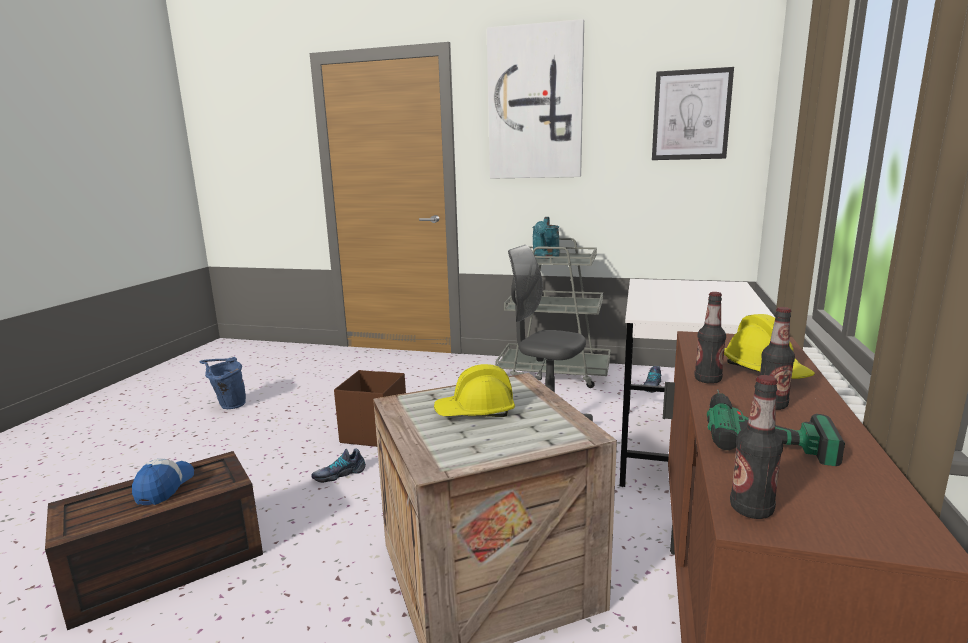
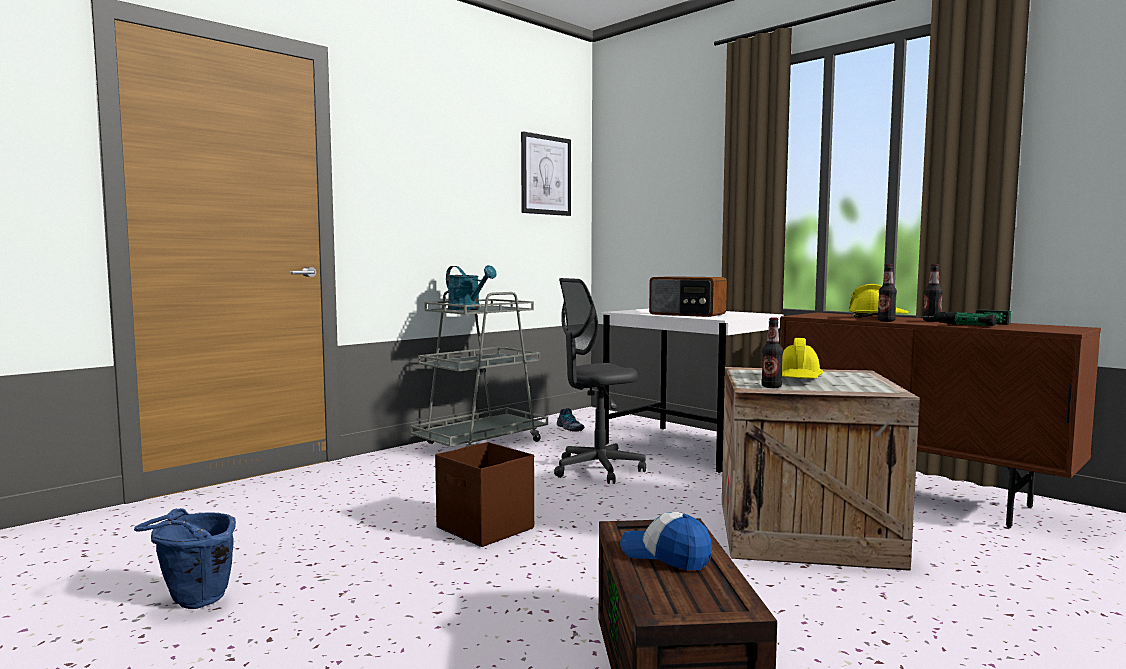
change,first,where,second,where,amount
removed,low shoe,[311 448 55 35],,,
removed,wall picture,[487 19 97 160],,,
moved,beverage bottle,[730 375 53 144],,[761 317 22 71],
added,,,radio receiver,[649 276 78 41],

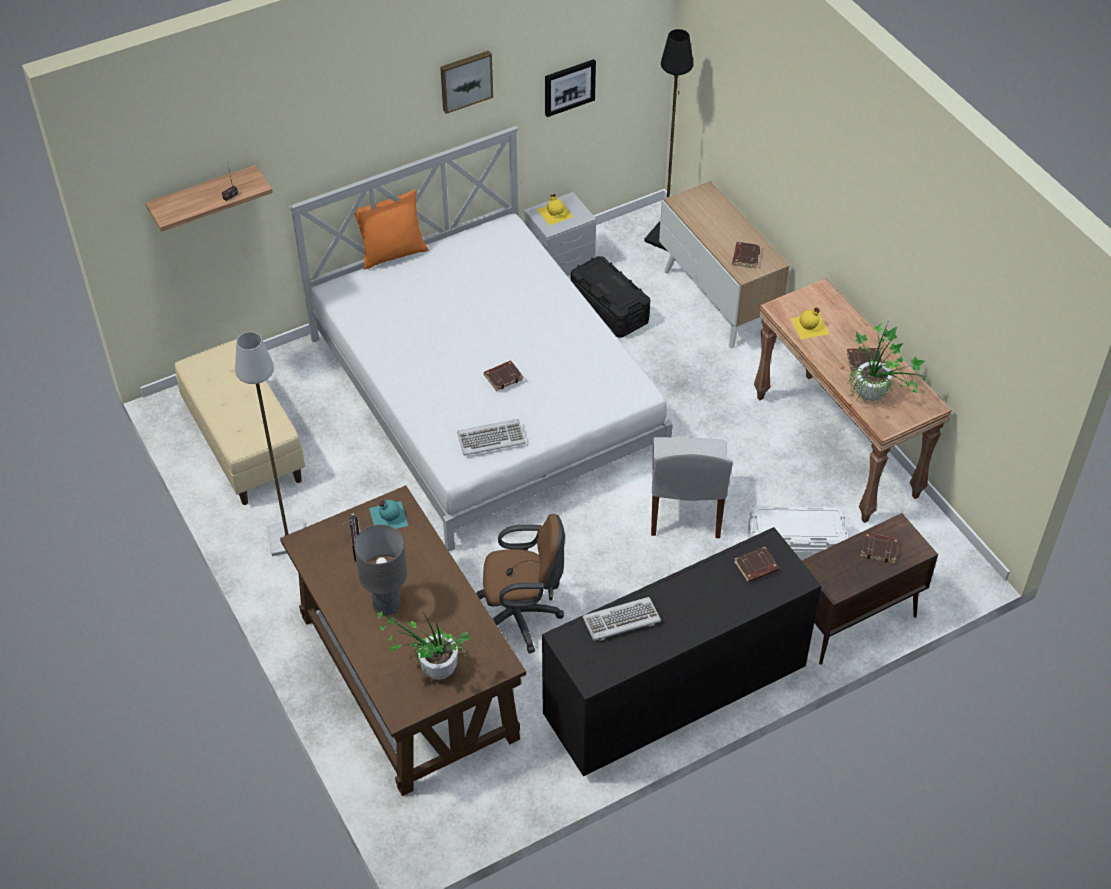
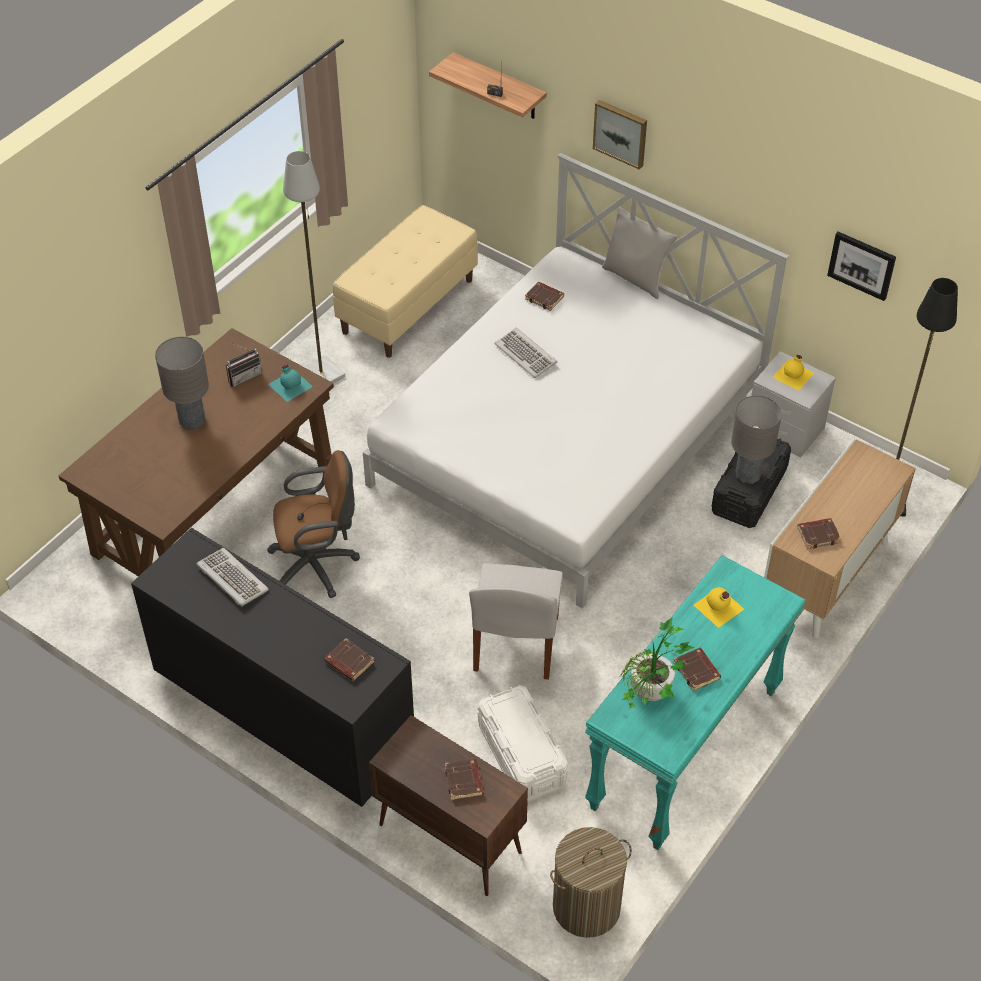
change,first,where,second,where,amount
recoloured,throw pillow/orangey,[354 189 75 80],throw pillow/grey,[602 206 76 93],
removed,potted plant,[370 607 101 73],,,
moved,wall picture,[440 51 53 63],,[593 100 54 70],
moved,keyboard,[457 419 69 36],,[495 328 62 50],
turned,desk chair/brown-coloured,[476 514 89 140],,[267 450 93 148],75 degrees counterclockwise
moved,book/brown-coloured,[484 361 39 30],,[525 282 39 29],
turned,plain chair/whitish,[651 437 82 101],,[469 563 94 117],60 degrees counterclockwise
recoloured,hall table/brown-coloured,[754 278 198 245],hall table/turquoise,[585 555 221 295],
added,,,laundry basket,[550 827 82 111],
added,,,table lamp/grey,[731 396 51 88],

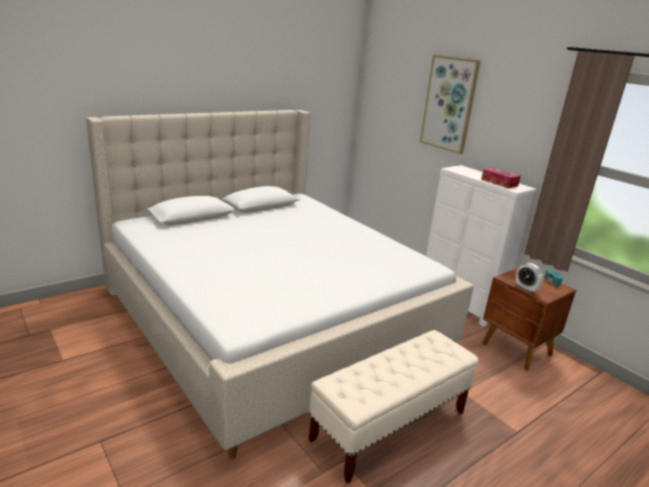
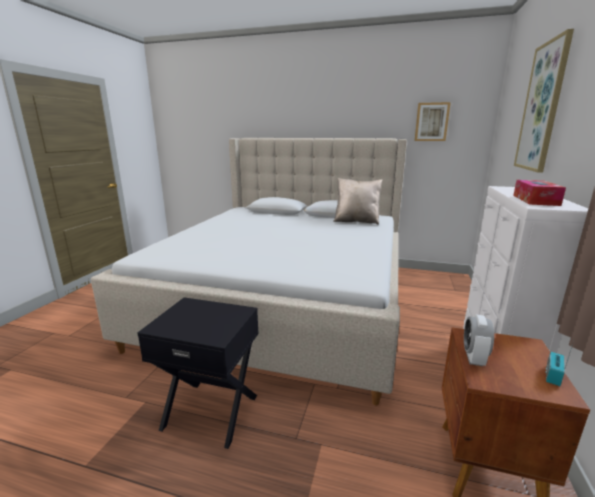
change,first,where,second,where,amount
replaced,long seat/beige,[309 330 170 153],night table/blackish,[138 297 121 152],
added,,,throw pillow/beige,[333 178 49 47],
added,,,wall picture,[414 102 37 39],

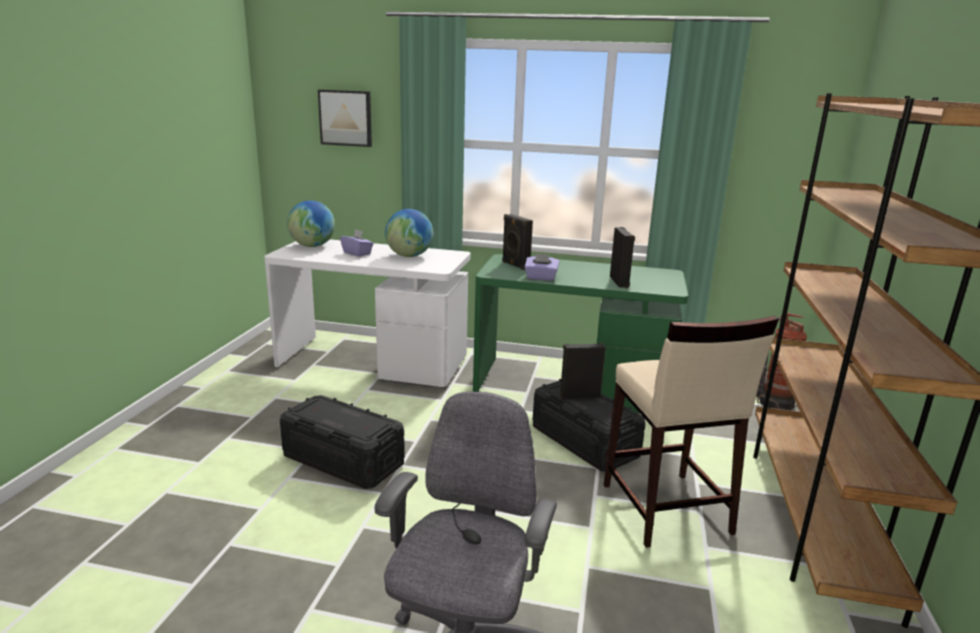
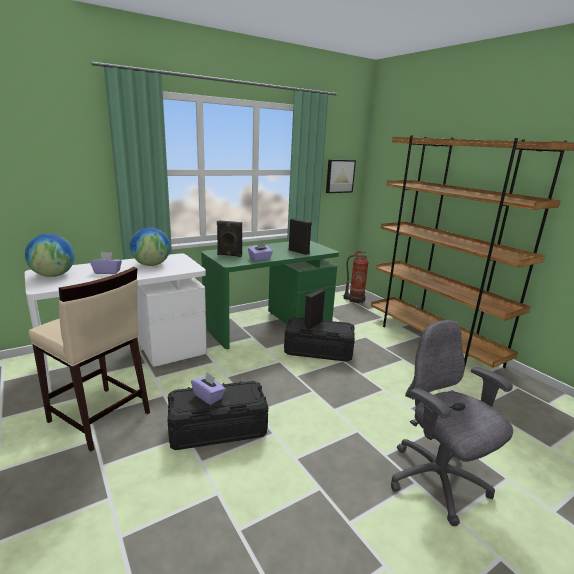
change,first,where,second,where,amount
moved,wall picture,[318 90 54 57],,[326 160 30 33],
moved,stool seat/beige,[604 315 175 233],,[29 267 121 184],
added,,,box of tissues/purple-coloured,[191 373 34 32],

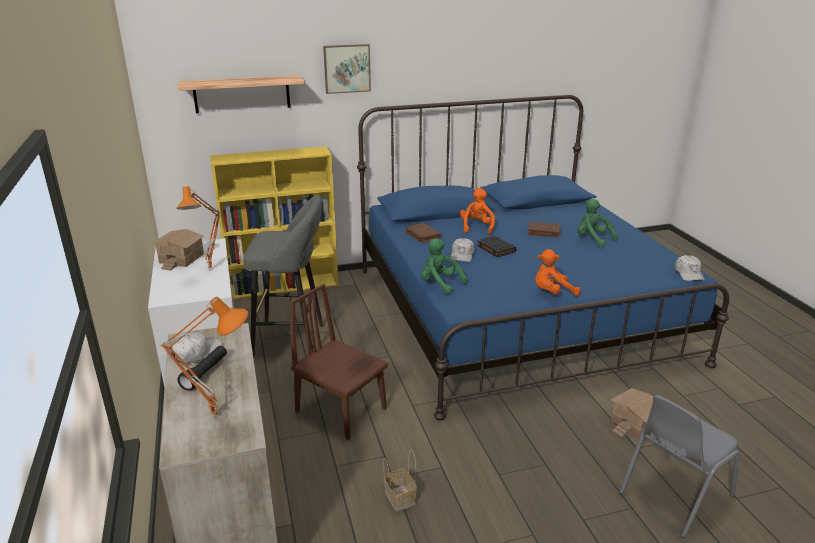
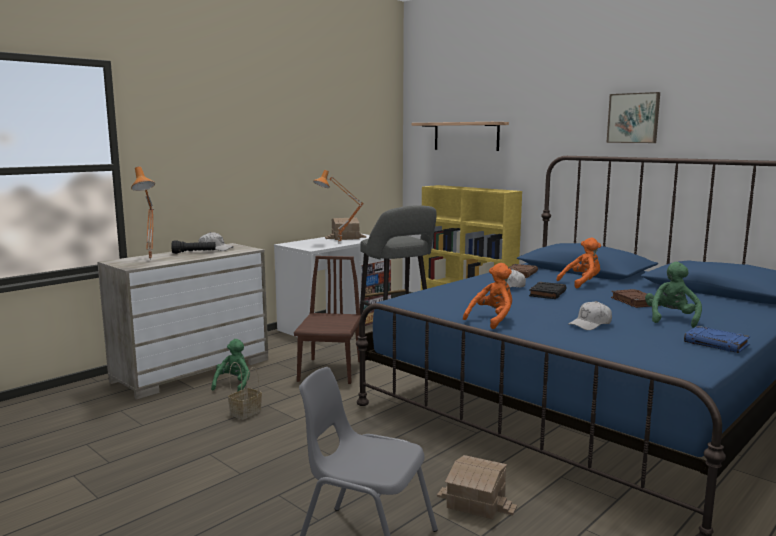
change,first,where,second,where,amount
moved,wall picture,[323 44 48 50],,[607 92 53 51],
moved,plush toy/greenish,[421 238 46 56],,[211 339 39 53],
turned,plush toy/orangey,[535 249 45 47],,[463 263 49 66],90 degrees clockwise
moved,baseball cap/whitish,[675 255 30 26],,[568 301 44 29],
added,,,book/blue-coloured,[684 326 66 27],

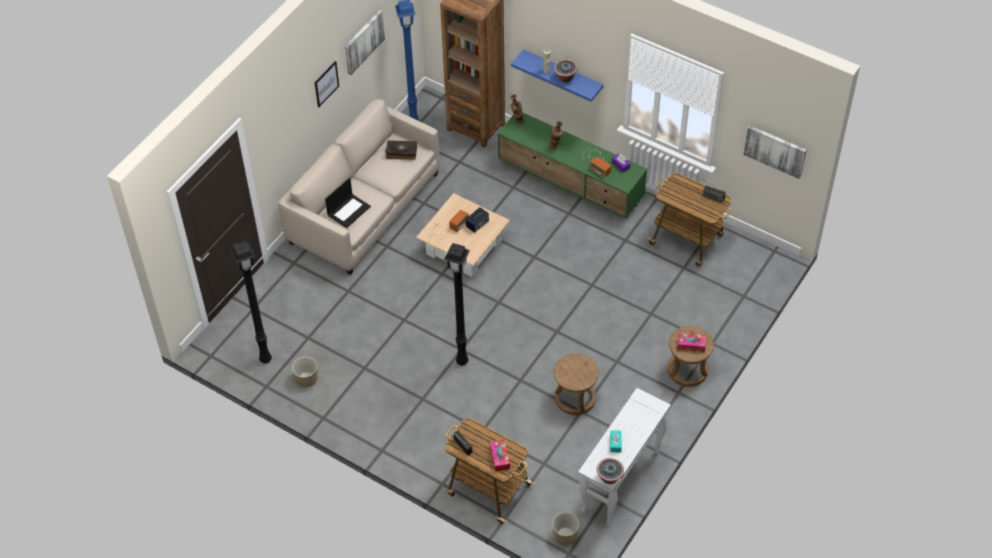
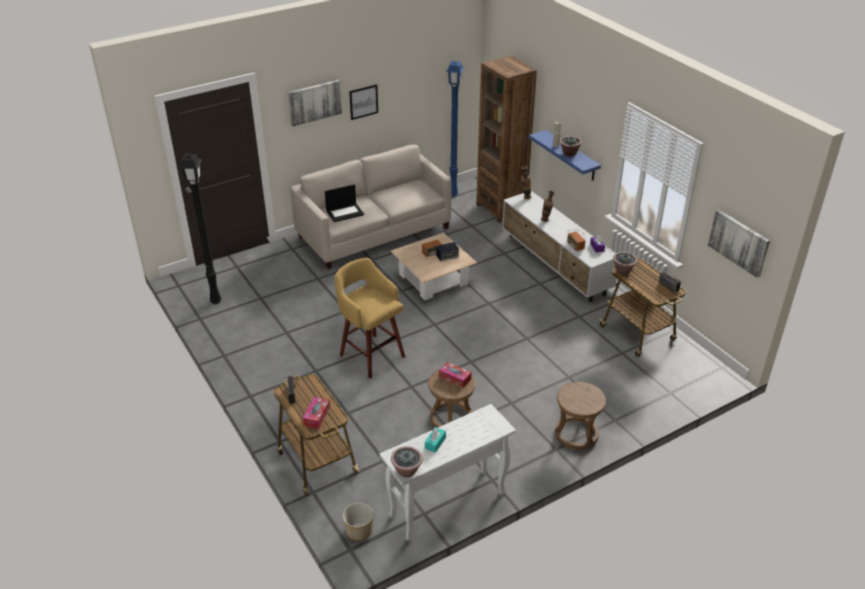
change,first,where,second,where,amount
removed,planter,[292 357 25 30],,,
moved,wall picture,[345 10 40 65],,[288 80 54 46],
removed,book,[386 140 31 20],,,
replaced,floor lamp/blackish,[444 243 26 123],stool seat/yellow,[335 258 70 121],
recoloured,tv unit/greenish,[498 113 149 105],tv unit/whitish,[502 191 115 111],
moved,box of tissues,[678 333 28 19],,[439 362 32 26],
added,,,potted plant,[613 252 24 22],

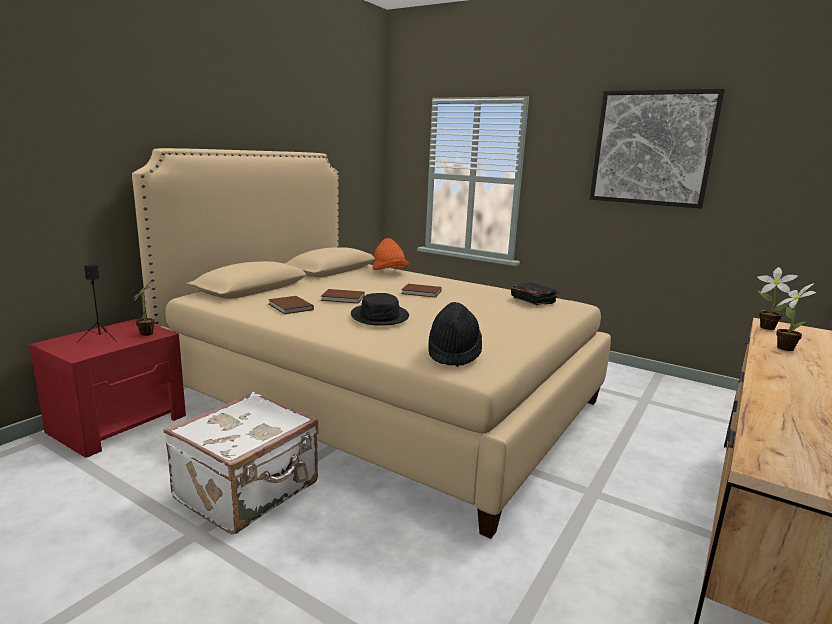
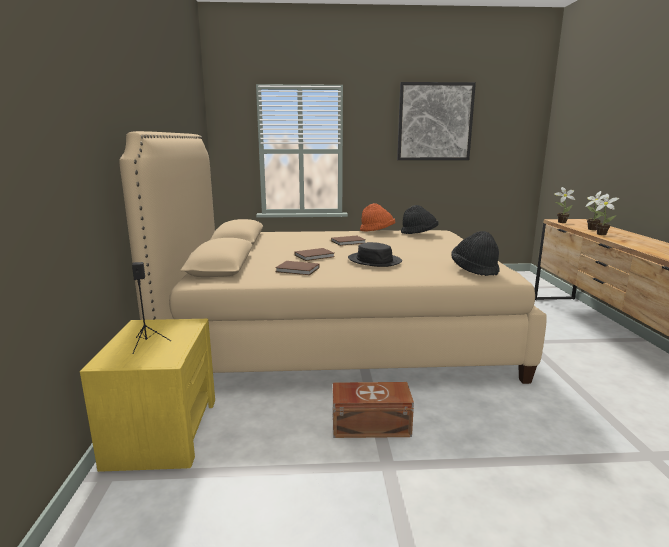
change,first,where,second,where,amount
recoloured,night table/reddish,[29 319 157 139],night table/yellow,[80 319 135 153],
moved,potted plant,[131 280 24 56],,[594 194 25 41],
replaced,piece of luggage/whitish,[163 392 156 143],storage container/brown-coloured,[332 382 82 56],
moved,hat/orangey,[372 238 37 32],,[360 203 35 29],
replaced,book/blackish,[511 282 48 23],hat/blackish,[401 205 37 29],

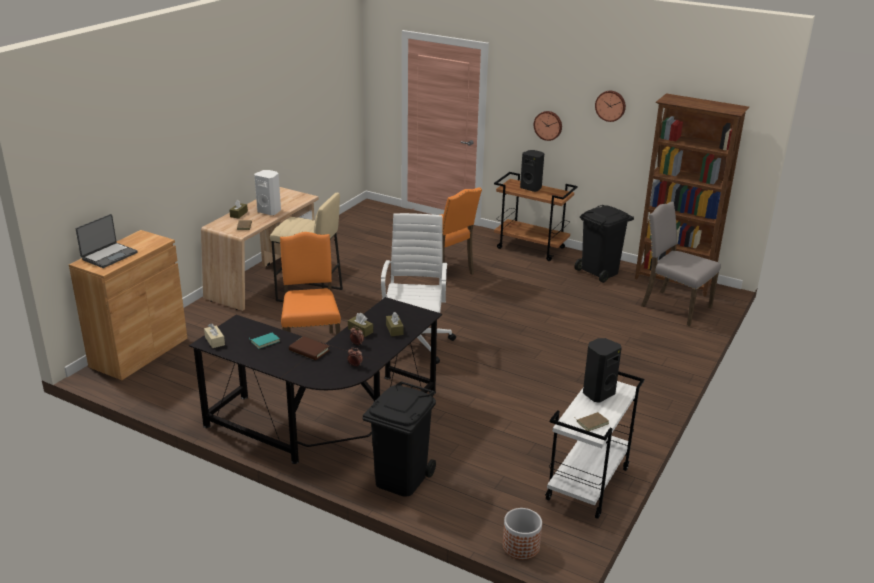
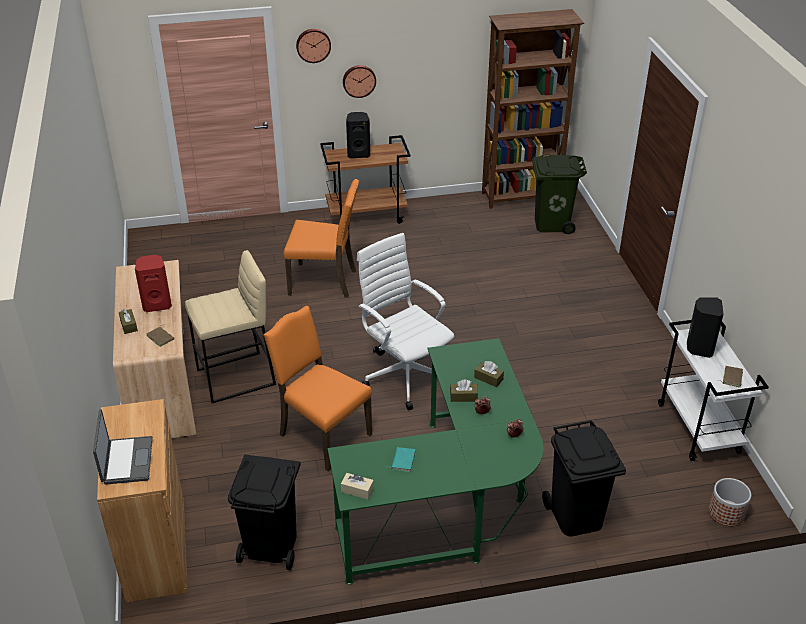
change,first,where,second,where,amount
recoloured,desk unit/blackish,[189 297 253 167],desk unit/greenish,[328 338 216 247],
recoloured,loudspeaker/whitish,[254 170 27 45],loudspeaker/reddish,[135 255 37 57],
removed,book/brown-coloured,[289 336 41 24],,,
moved,waste bin/blackish,[574 205 60 78],,[228 455 72 115],
moved,hanging clock,[595 91 31 31],,[296 29 35 34],
replaced,plain chair/grey,[641 202 80 124],waste bin/greenish,[532 154 55 80],

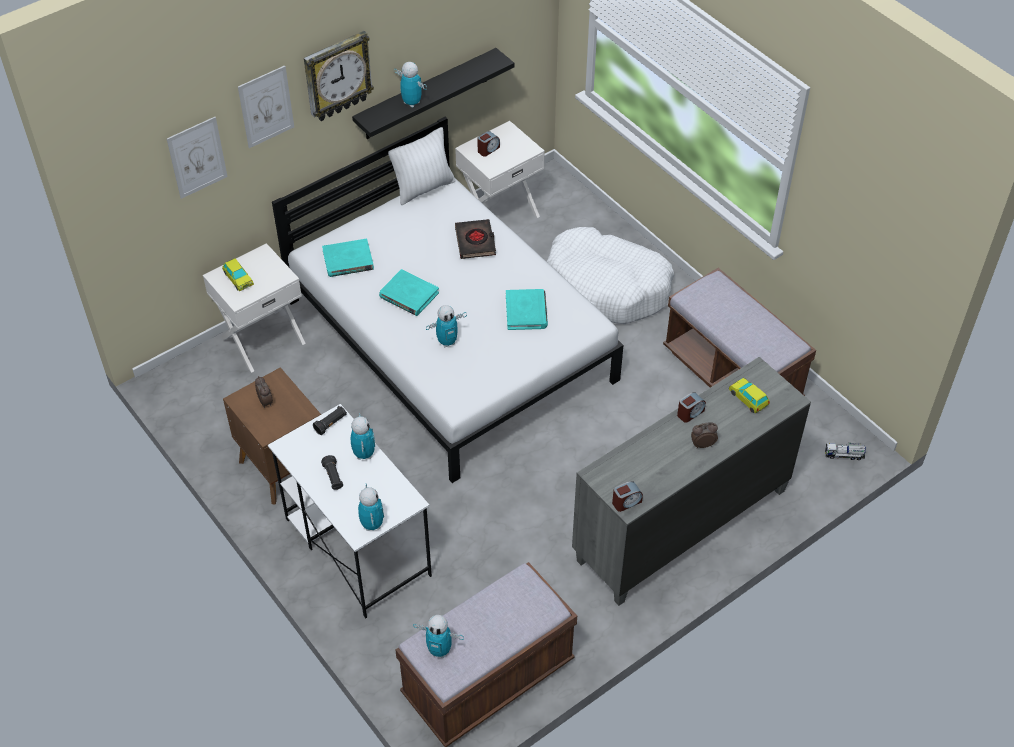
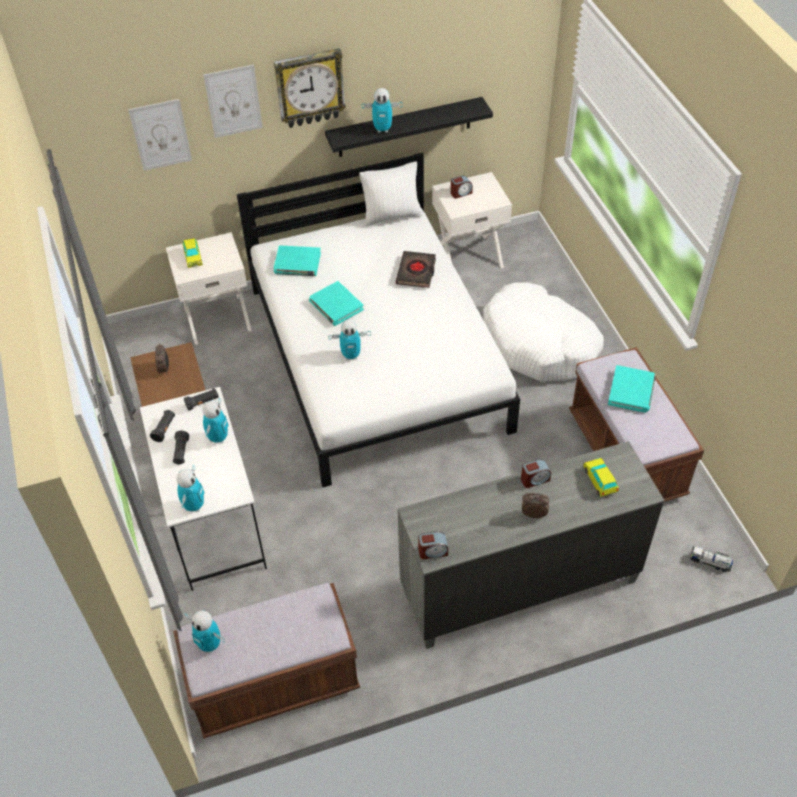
change,first,where,second,where,amount
turned,model robot,[394 62 33 46],,[362 88 41 45],120 degrees clockwise
moved,book/turquoise,[506 289 42 41],,[608 365 48 48],
added,,,torch/blackish,[150 410 25 32],

